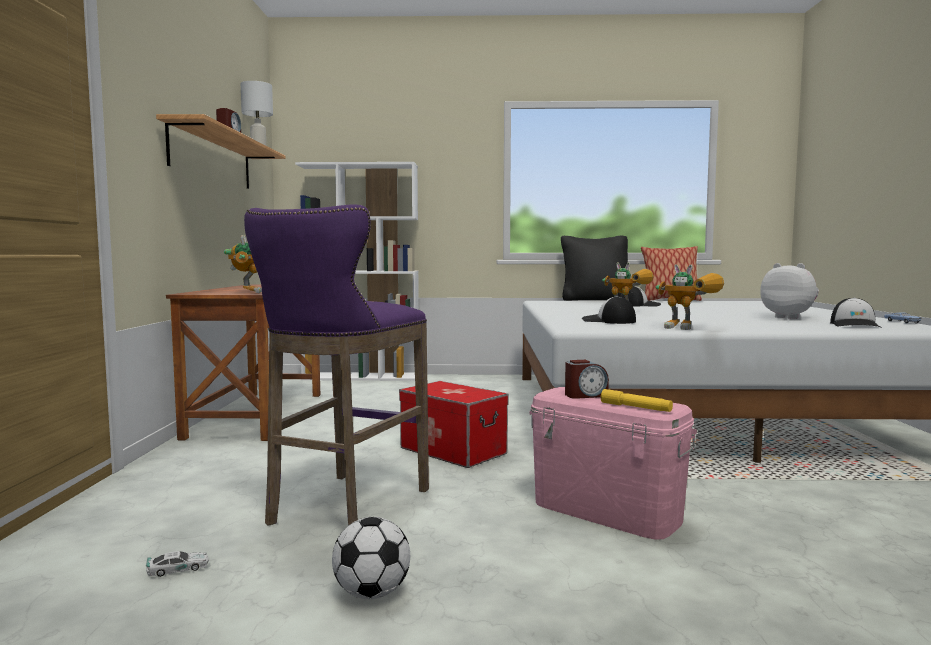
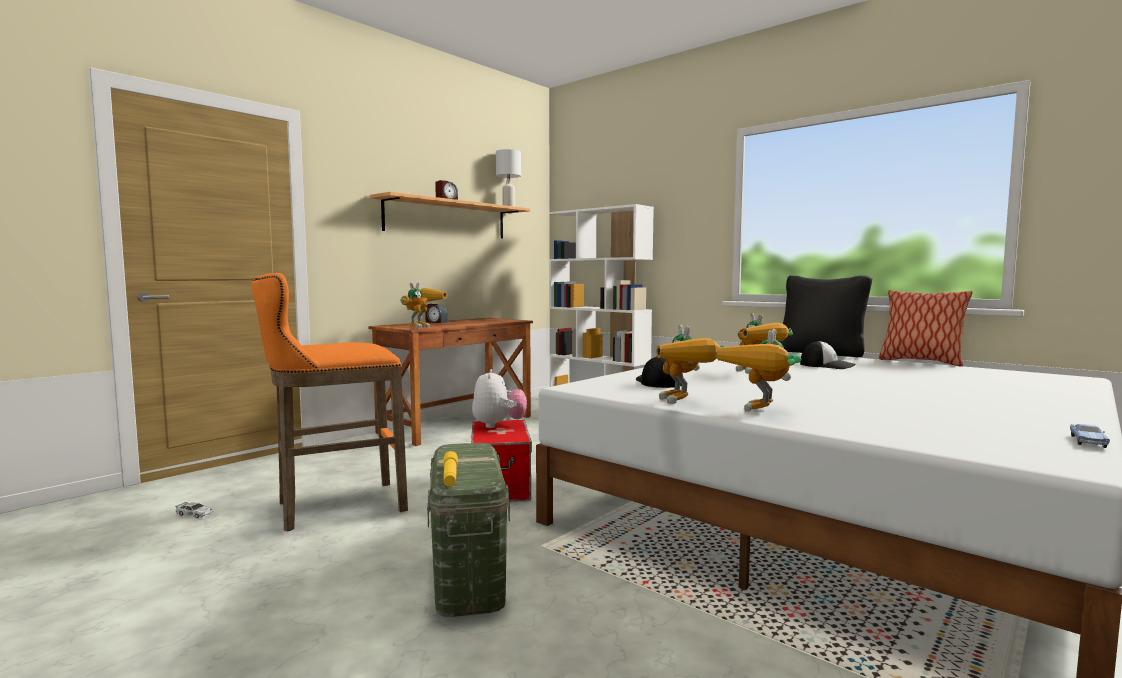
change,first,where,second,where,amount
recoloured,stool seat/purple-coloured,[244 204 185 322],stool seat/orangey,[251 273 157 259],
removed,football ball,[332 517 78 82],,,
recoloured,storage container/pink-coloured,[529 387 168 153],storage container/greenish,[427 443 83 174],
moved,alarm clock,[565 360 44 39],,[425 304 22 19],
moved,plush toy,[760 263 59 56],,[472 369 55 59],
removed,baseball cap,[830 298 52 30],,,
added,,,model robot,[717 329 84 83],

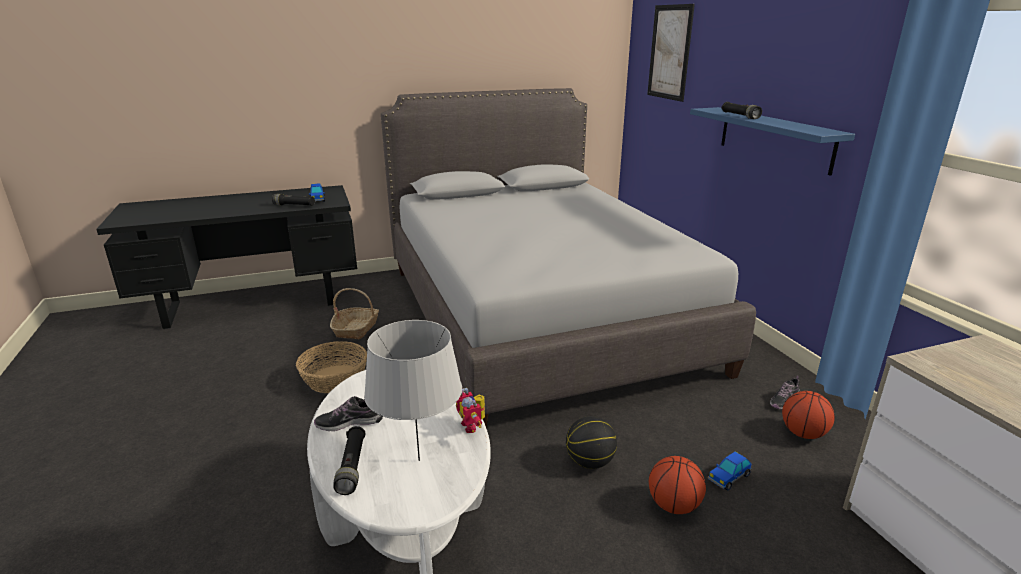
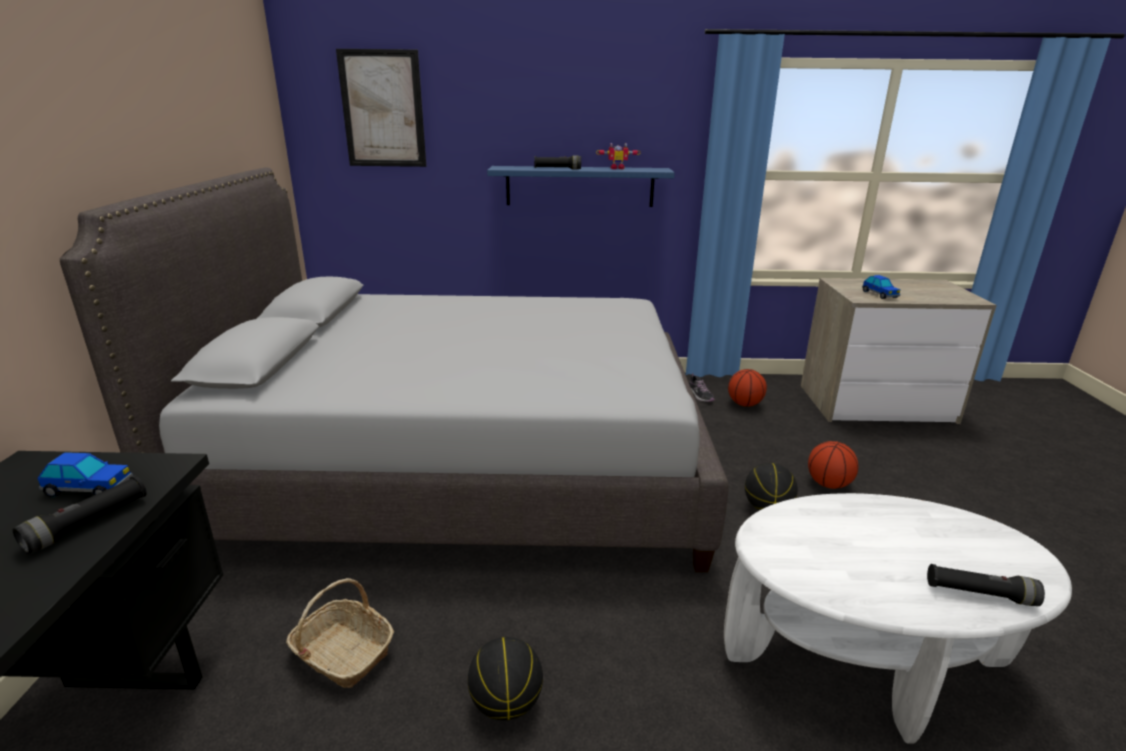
change,first,where,second,where,amount
replaced,basket,[296 341 71 52],ball for basketball,[468 637 75 83],
removed,low shoe,[314 396 69 35],,,
removed,table lamp/grey,[364 320 98 141],,,
moved,model robot,[456 388 29 45],,[596 143 44 26],
moved,toy car,[707 451 44 39],,[862 275 38 24],

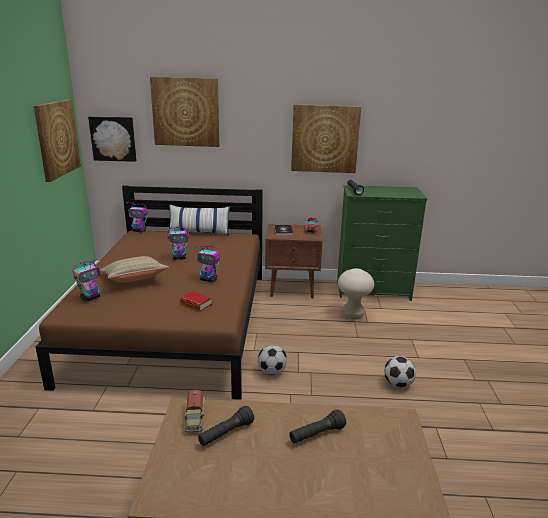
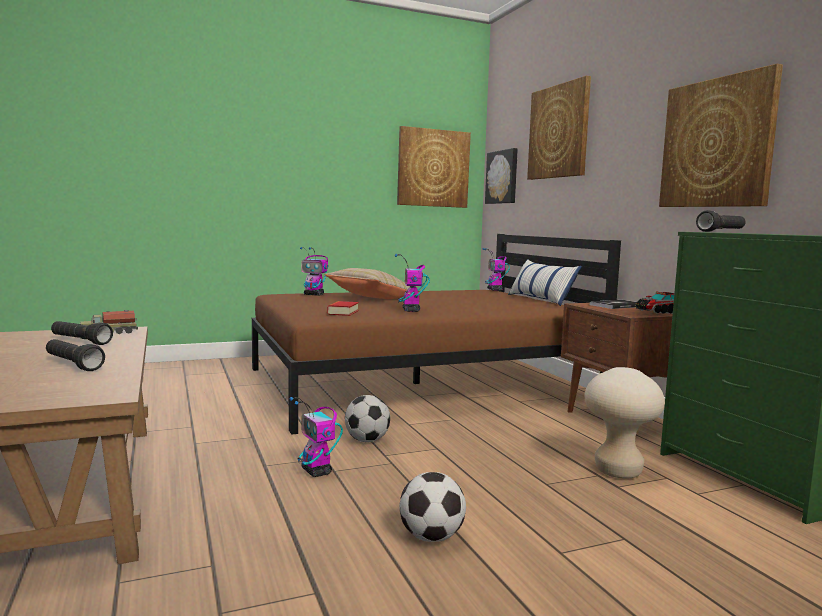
change,first,where,second,where,amount
moved,model robot,[167 226 23 34],,[289 397 54 80],

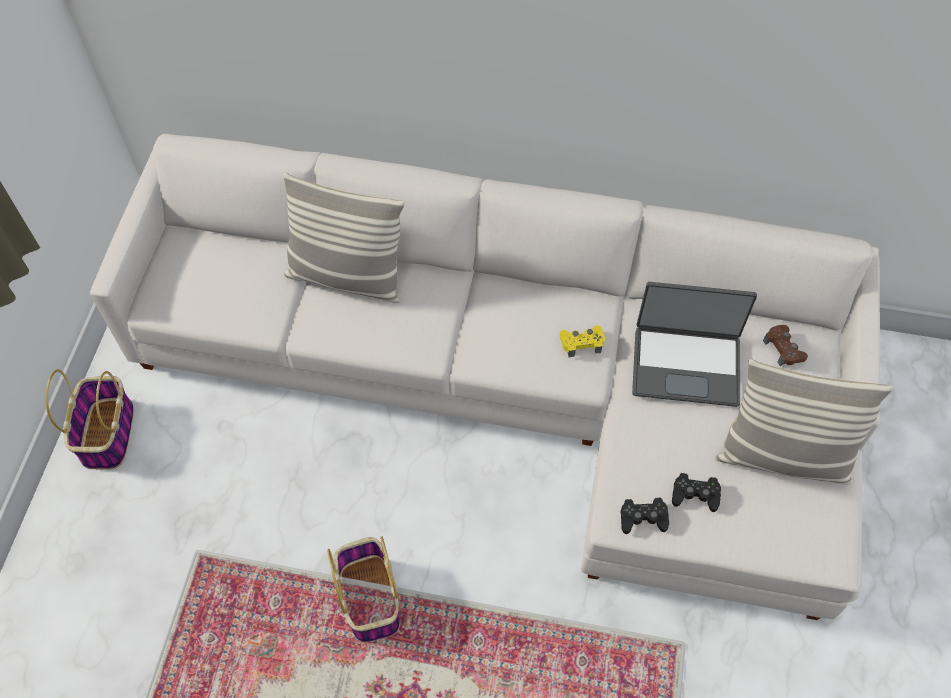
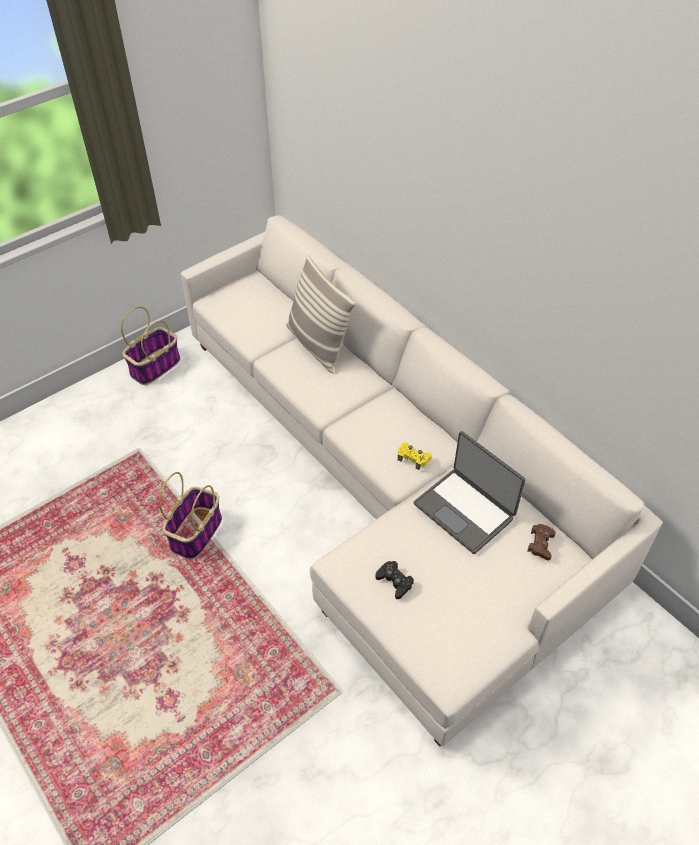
change,first,where,second,where,amount
removed,gamepad/blackish,[621 498 48 36],,,
removed,throw pillow,[715 359 179 125],,,

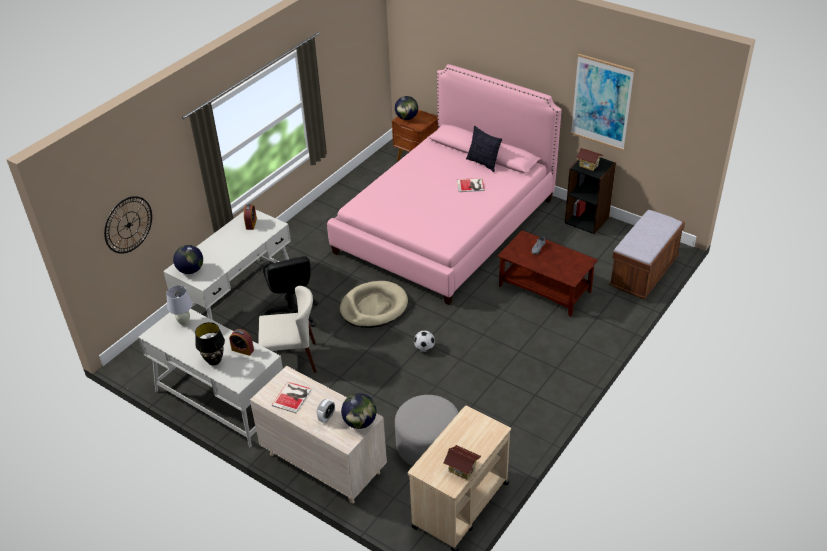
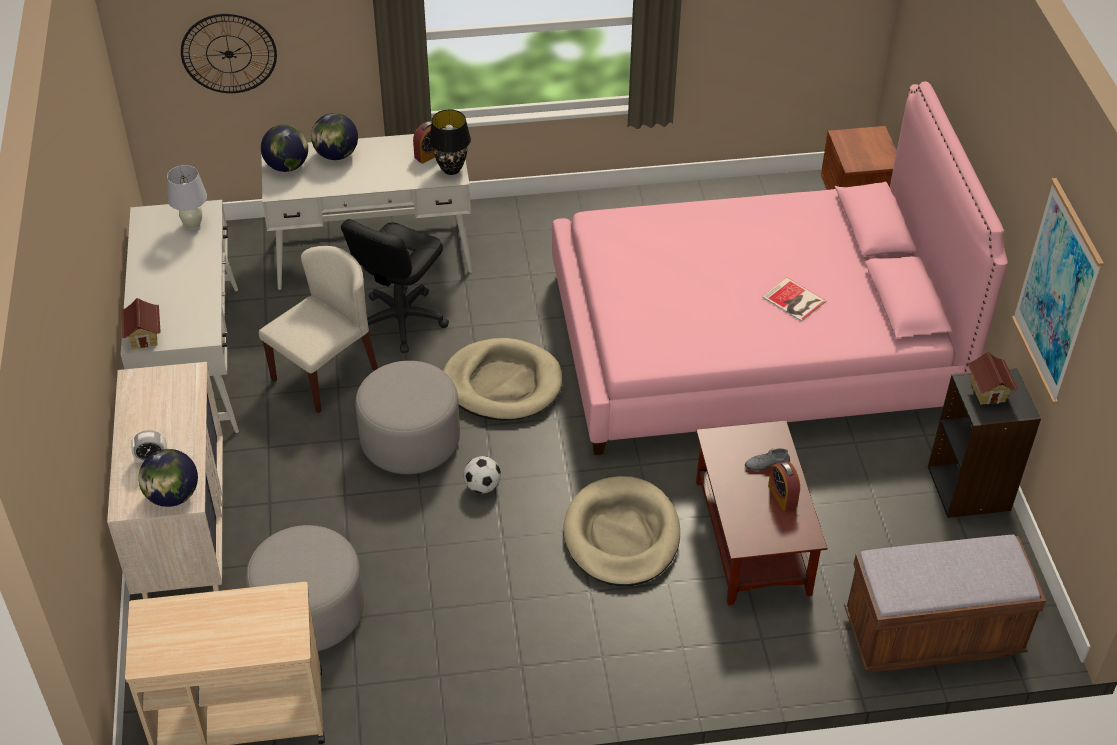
change,first,where,second,where,amount
moved,table lamp/blackish,[195 322 30 43],,[429 110 42 65],
moved,alarm clock,[229 329 25 27],,[768 461 32 50],
turned,plain chair/beige,[258 286 59 87],,[259 246 119 167],90 degrees counterclockwise
removed,book,[272 382 40 31],,,
moved,world globe,[395 96 23 24],,[311 113 47 47],
moved,toy house,[443 445 38 35],,[121 298 40 51],
removed,throw pillow,[466 126 36 46],,,
added,,,ottoman/grey,[355 361 105 113],
added,,,pet bed/beige,[564 476 116 110],

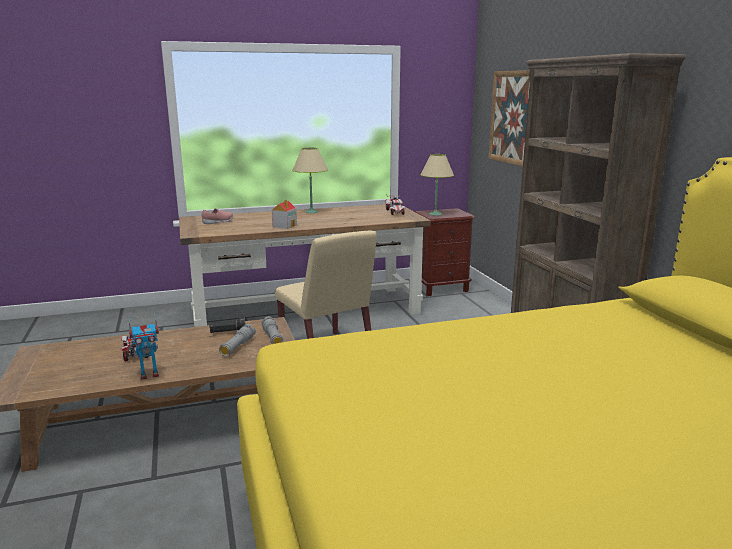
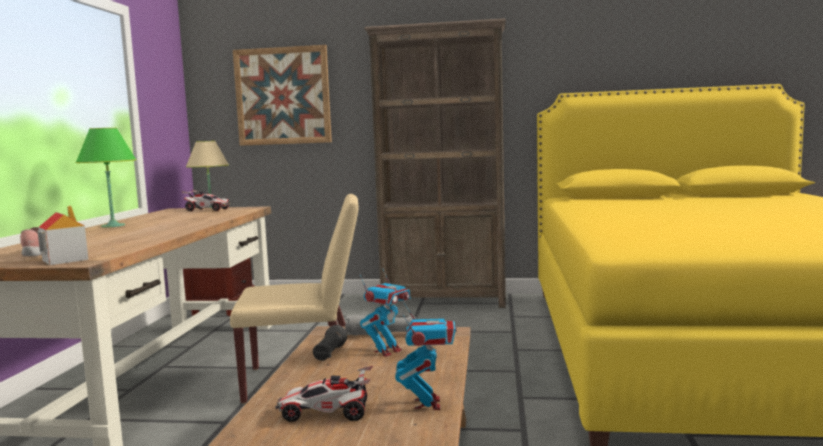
change,first,where,second,where,amount
replaced,torch/grey,[219 324 37 32],model robot,[360 268 50 89],
moved,toy house,[272 199 25 30],,[38 206 51 59],
recoloured,table lamp/beige,[292 148 36 65],table lamp/greenish,[75 128 62 100],

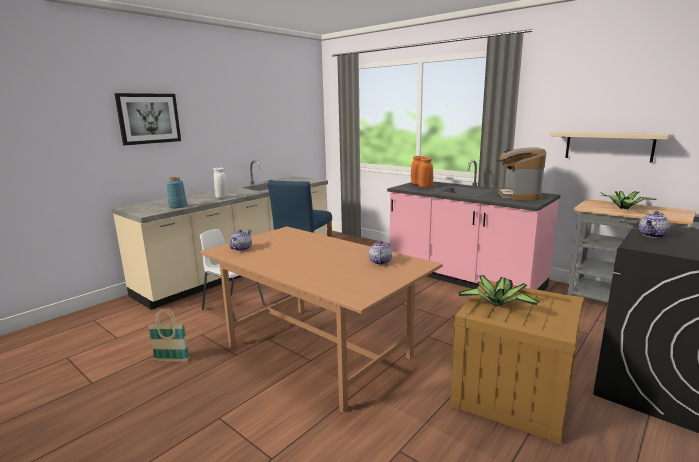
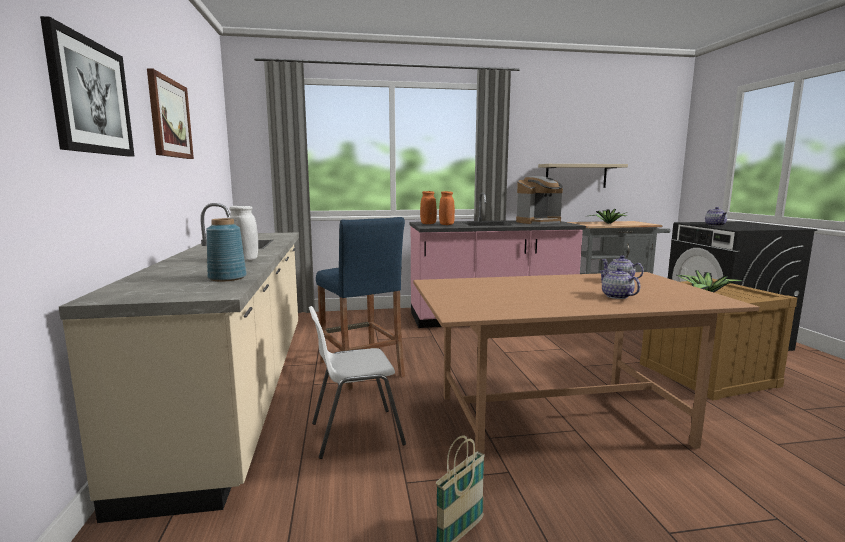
change,first,where,second,where,amount
moved,tea pot,[229 229 23 22],,[600 267 41 32],
turned,coffee maker,[496 148 51 52],,[516 176 47 48],75 degrees counterclockwise
added,,,wall picture,[147 68 47 91],

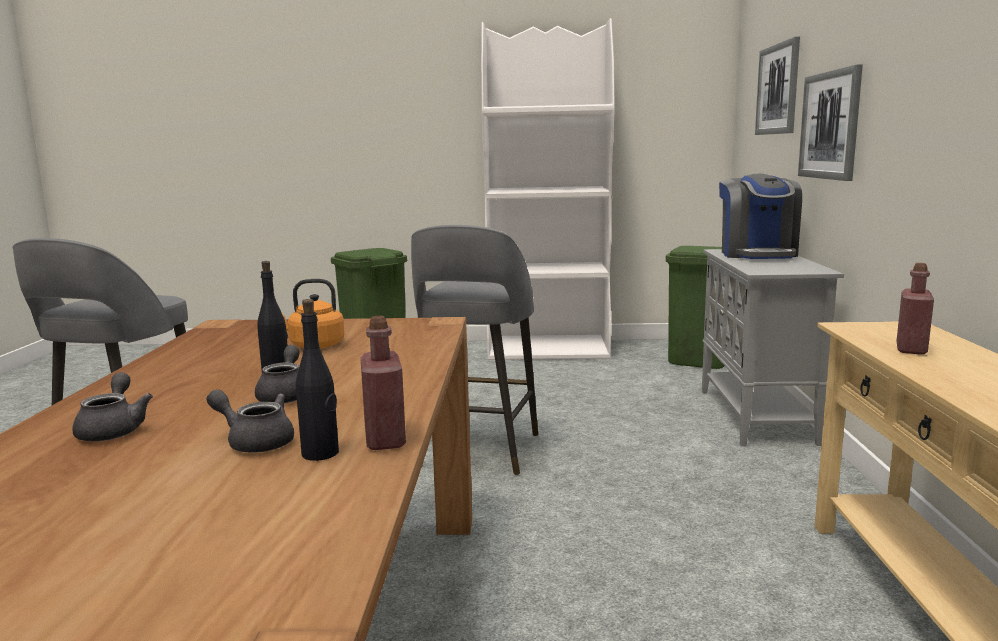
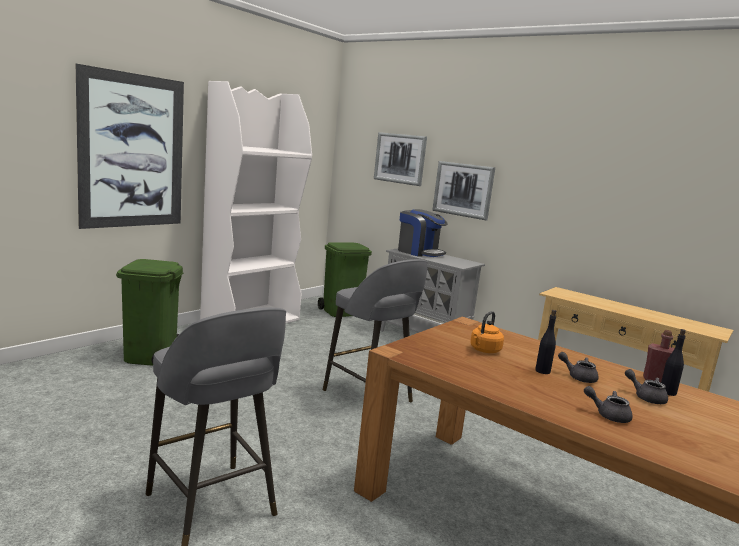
change,first,where,second,where,amount
turned,tea pot/grey,[206 389 88 64],,[625 369 43 35],75 degrees clockwise
removed,beverage bottle/reddish,[896 263 38 92],,,
added,,,wall picture,[76 64 108 165],

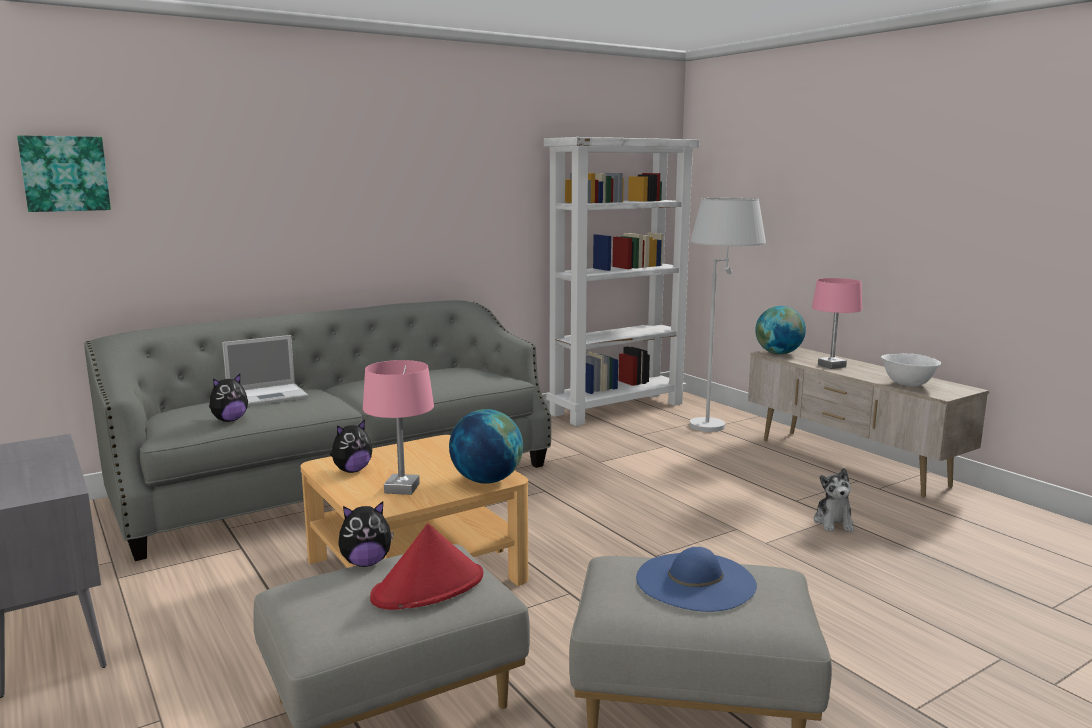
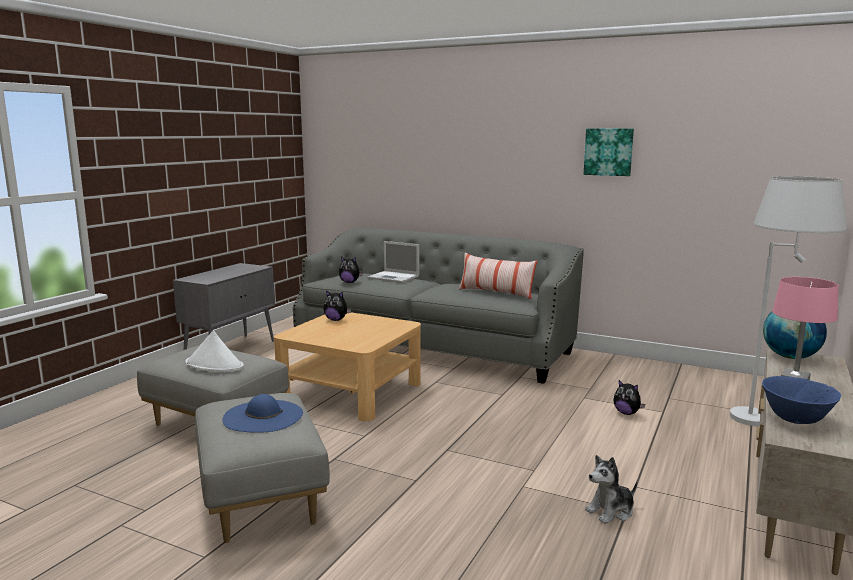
change,first,where,second,where,amount
moved,wall picture,[17 135 94 77],,[584 129 50 47],
moved,plush toy,[338 501 56 66],,[613 380 32 35],
removed,table lamp/pink-coloured,[363 360 71 135],,,
recoloured,hat/reddish,[370 524 113 86],hat/whitish,[185 331 59 41],
removed,world globe,[449 409 74 75],,,
removed,shelving unit/whitish,[543 137 156 289],,,
recoloured,deep dish/whitish,[881 353 60 34],deep dish/blue-coloured,[762 376 79 48],
added,,,throw pillow,[458 253 79 46],

